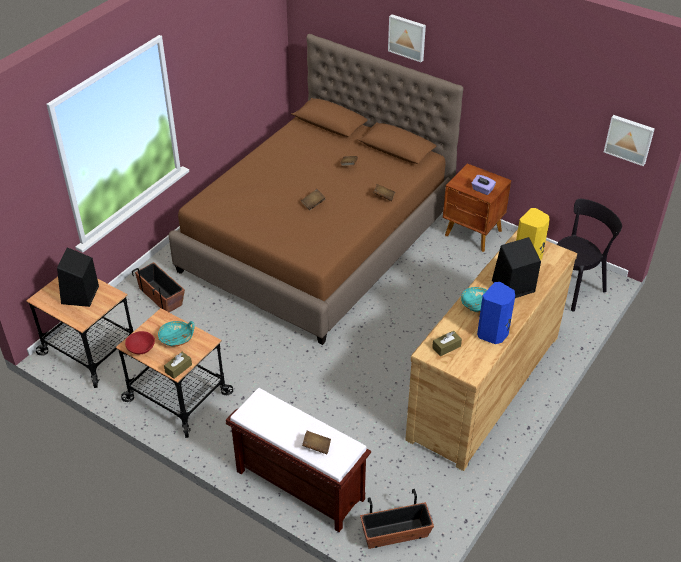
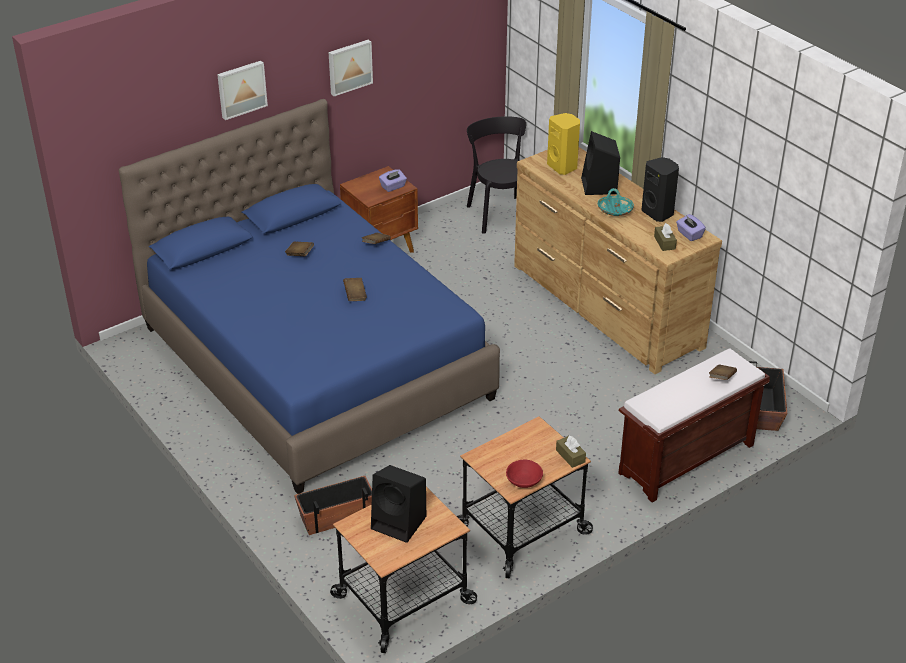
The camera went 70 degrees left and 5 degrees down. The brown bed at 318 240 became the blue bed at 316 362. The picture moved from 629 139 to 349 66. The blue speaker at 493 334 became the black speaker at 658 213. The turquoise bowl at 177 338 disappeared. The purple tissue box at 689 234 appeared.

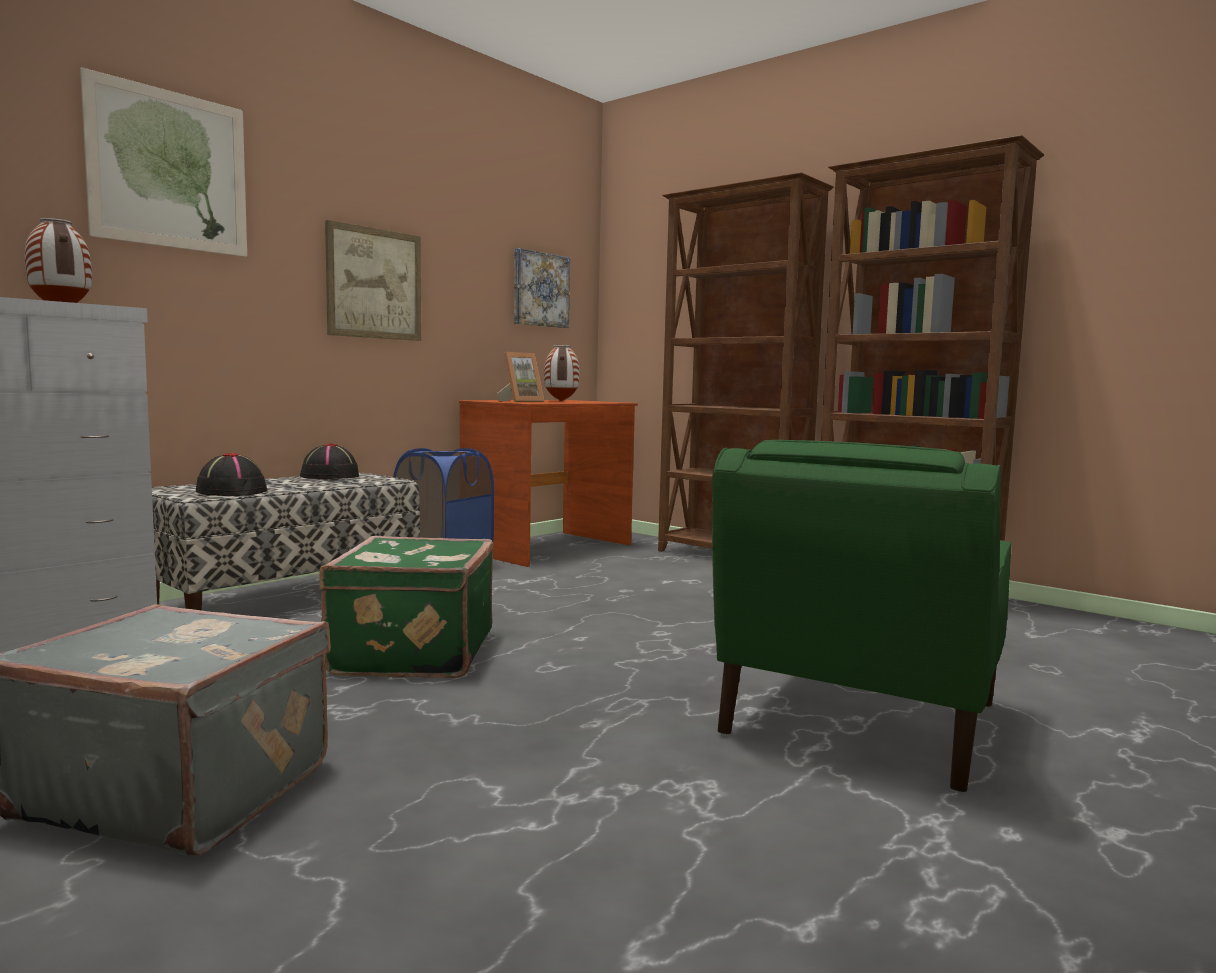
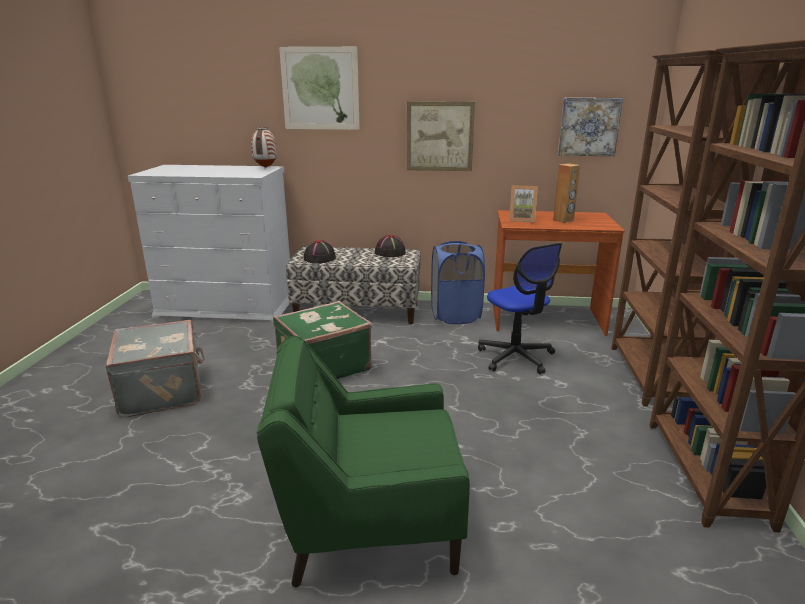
The camera went 55 degrees right and 15 degrees up. The vase at 560 401 was replaced by the brown speaker at 563 220. The office chair at 516 357 appeared.

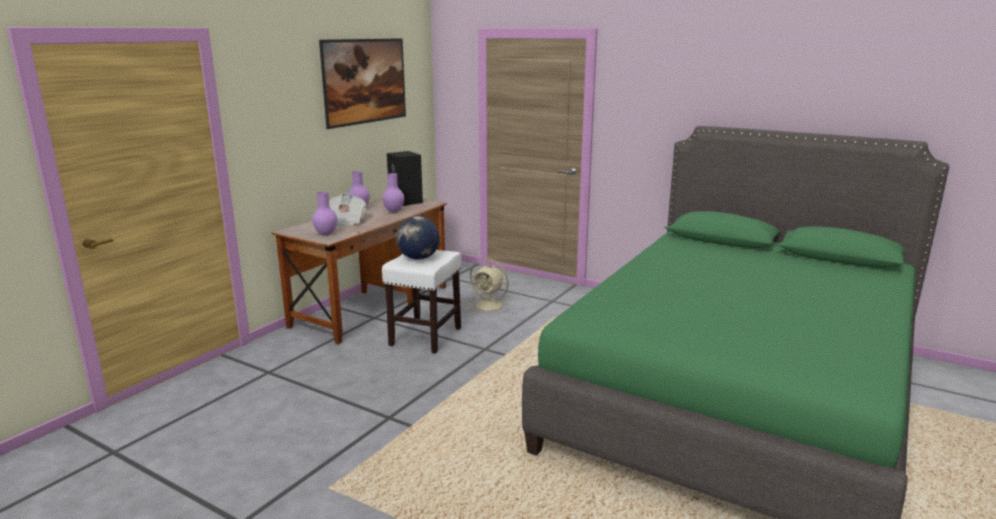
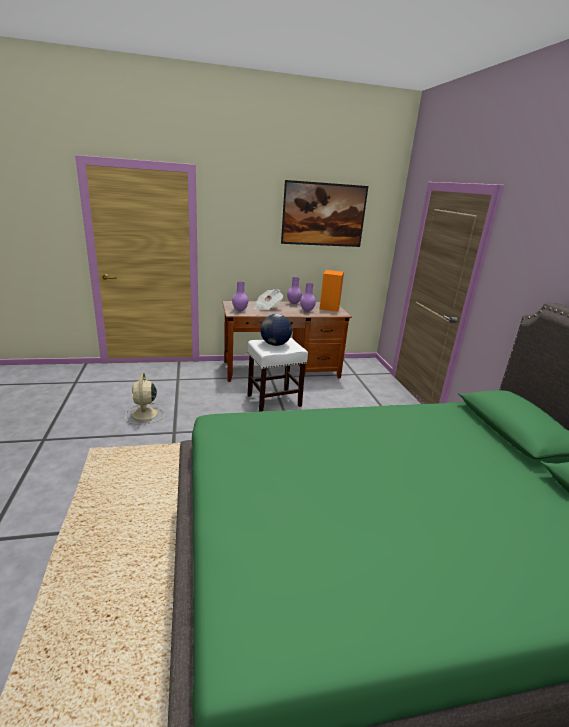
The camera went 45 degrees right and 5 degrees up. The black speaker at 406 201 became the orange speaker at 330 308. The beige fan moved from 490 305 to 144 414.

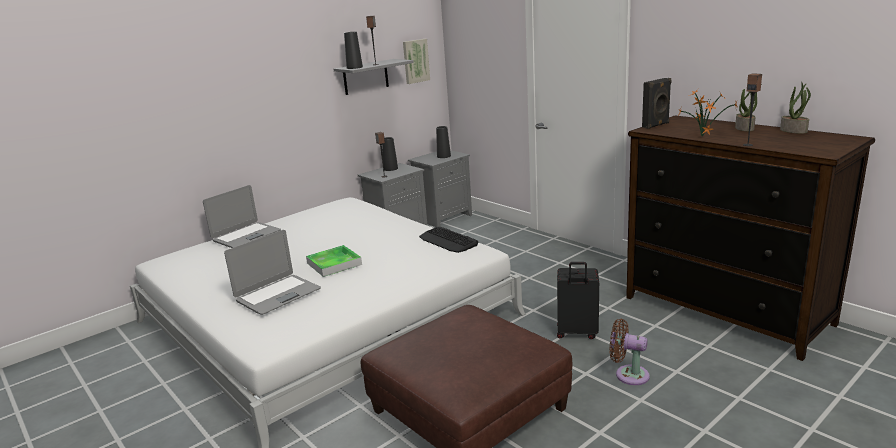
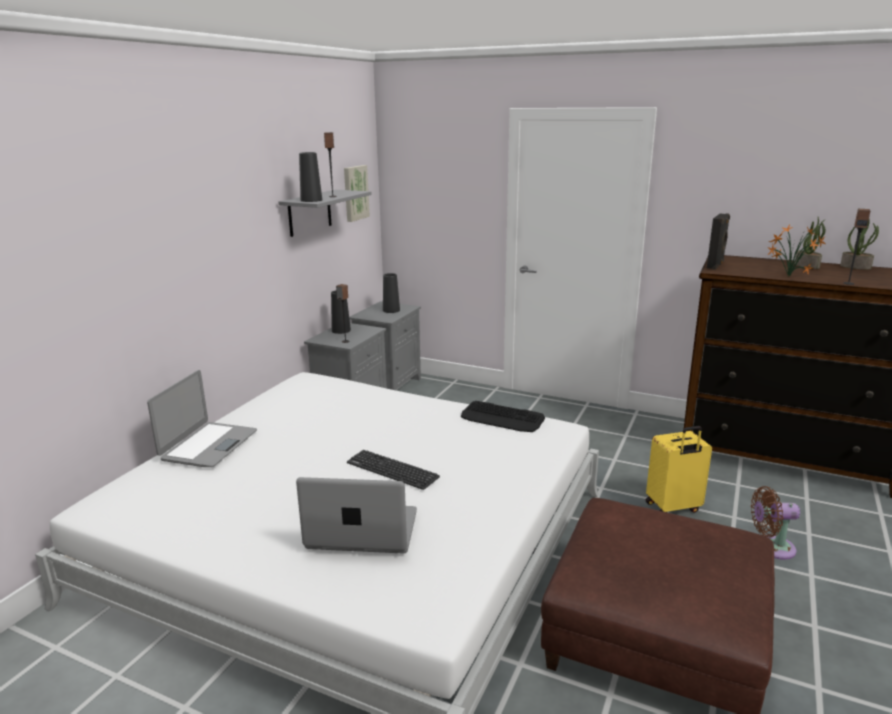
The camera went 25 degrees left and 0 degrees up. The laptop at 277 295 turned 105 degrees counterclockwise. The tray at 334 264 was replaced by the keyboard at 392 470. The black suitcase at 577 333 became the yellow suitcase at 673 508.

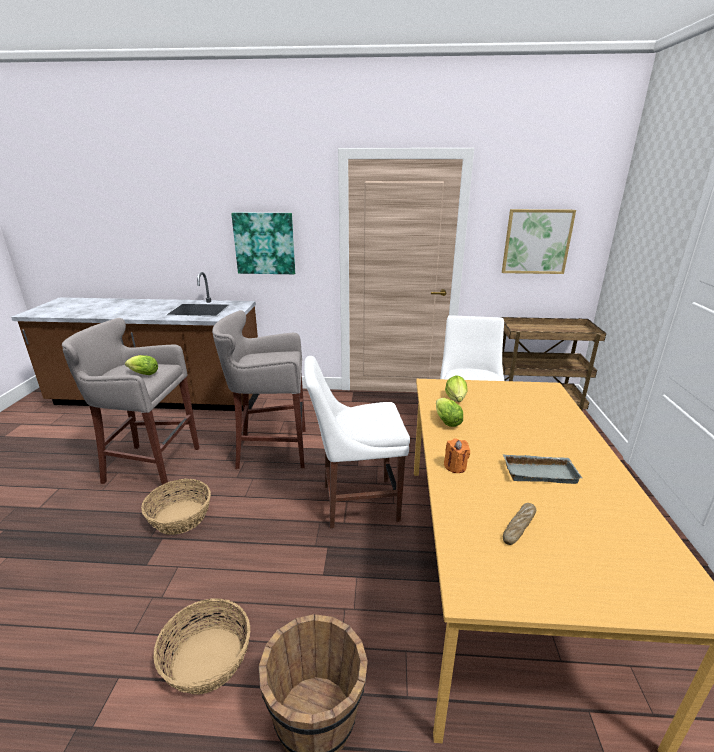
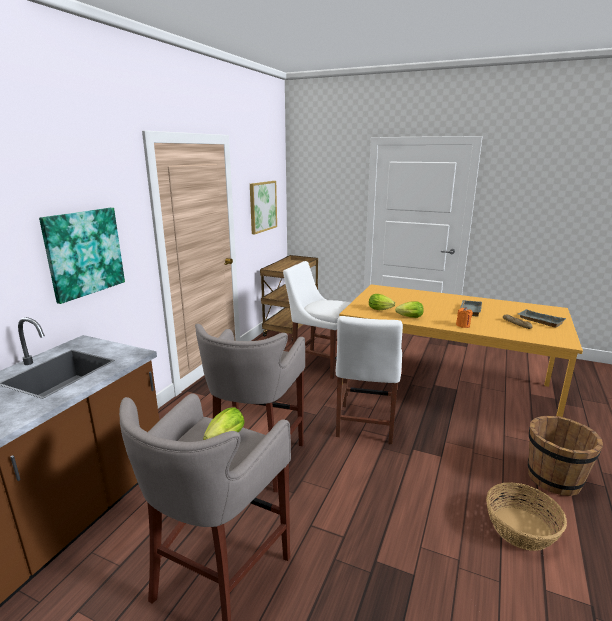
The camera went 70 degrees left and 5 degrees down. The basket at 180 517 disappeared. The grey tray at 539 321 appeared.

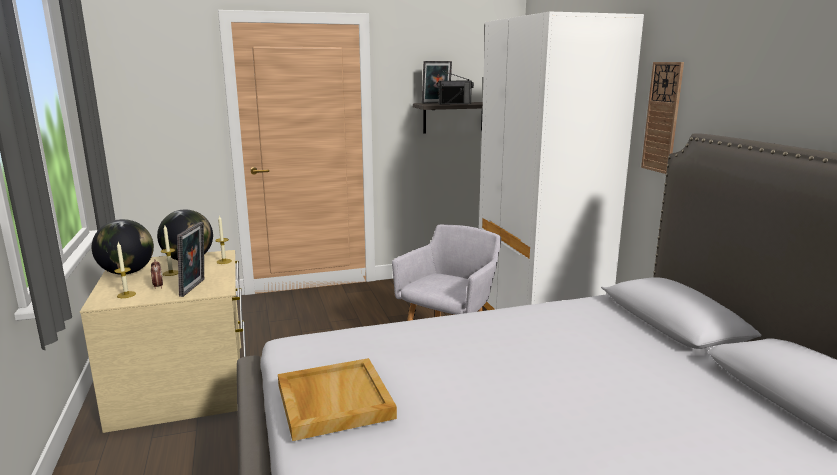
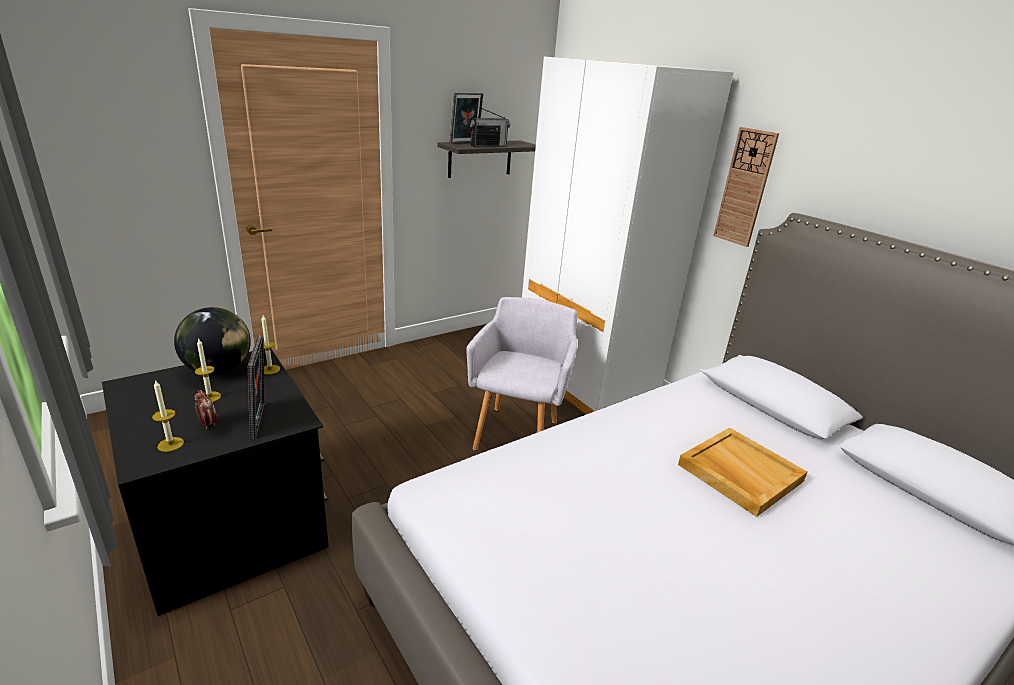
The camera went 20 degrees left and 10 degrees up. The globe at 127 272 disappeared. The beige dresser at 184 384 became the black dresser at 233 522. The beige tray moved from 333 401 to 739 472.

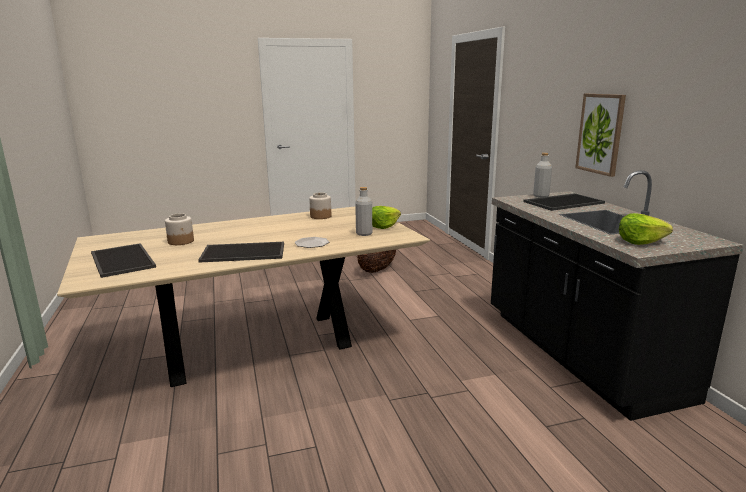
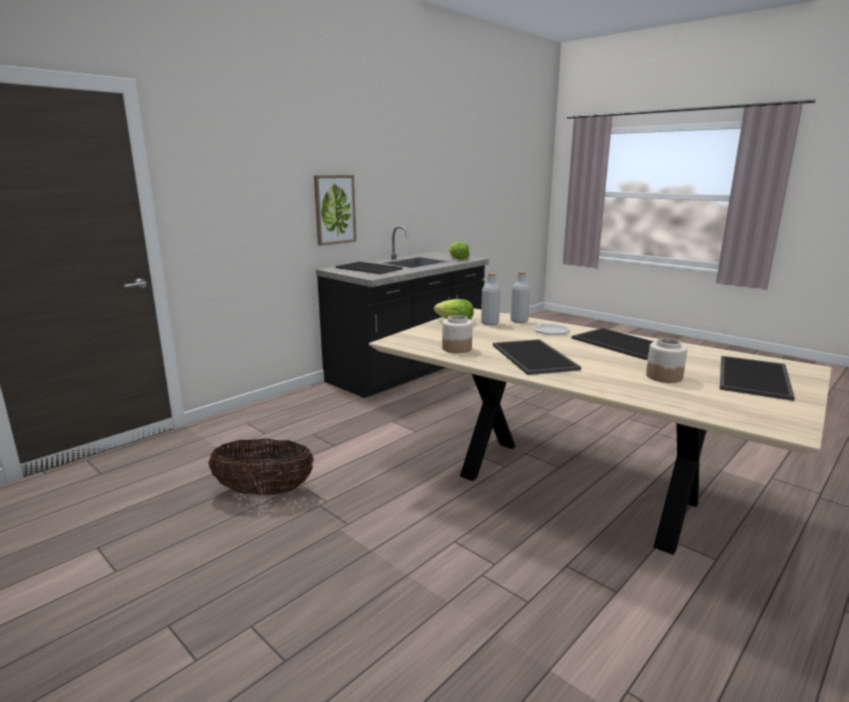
The camera went 120 degrees left and 0 degrees up. The grey bottle moved from 541 196 to 519 321. The tray at 535 357 appeared.

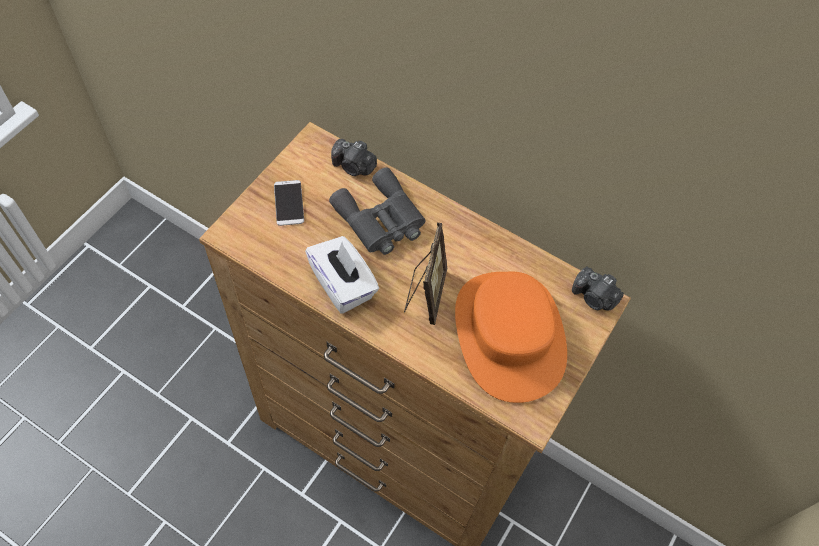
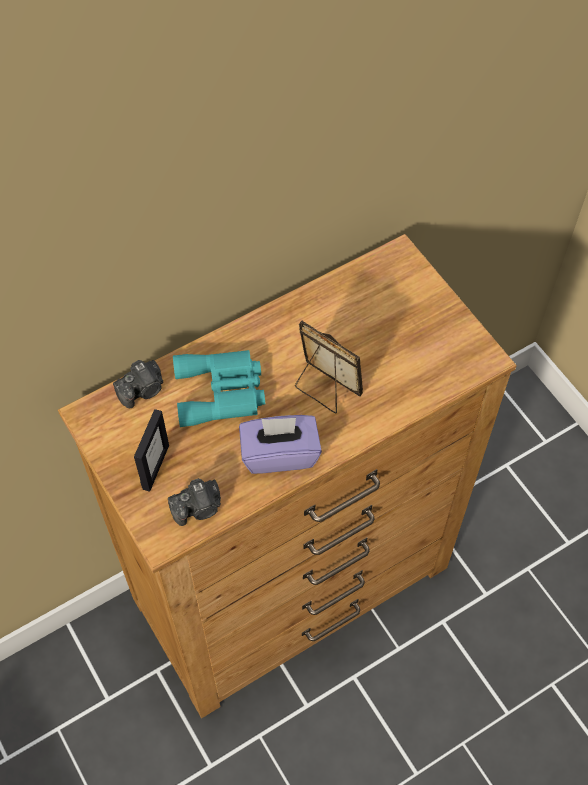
The camera went 60 degrees left and 0 degrees up. The grey binoculars at 381 220 became the turquoise binoculars at 222 392. The phone at 289 203 was replaced by the picture frame at 155 467. The white tissue box at 343 285 became the purple tissue box at 279 454. The photo camera moved from 594 297 to 198 508. The orange hat at 508 335 disappeared.

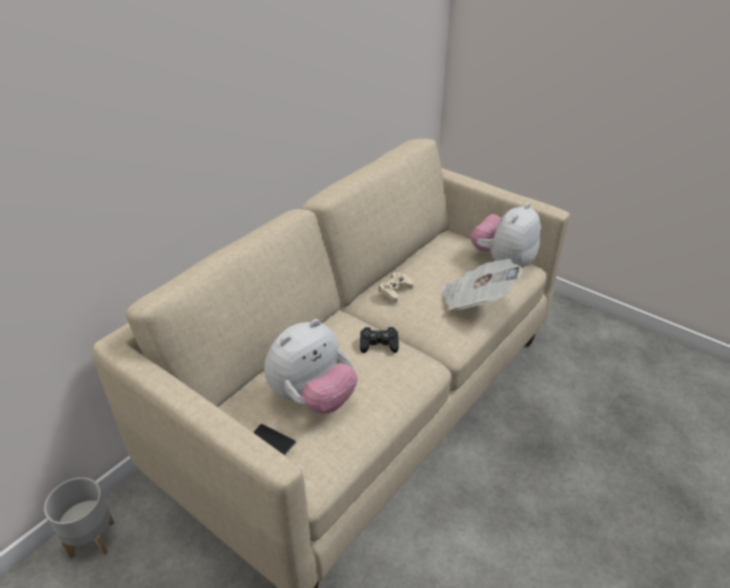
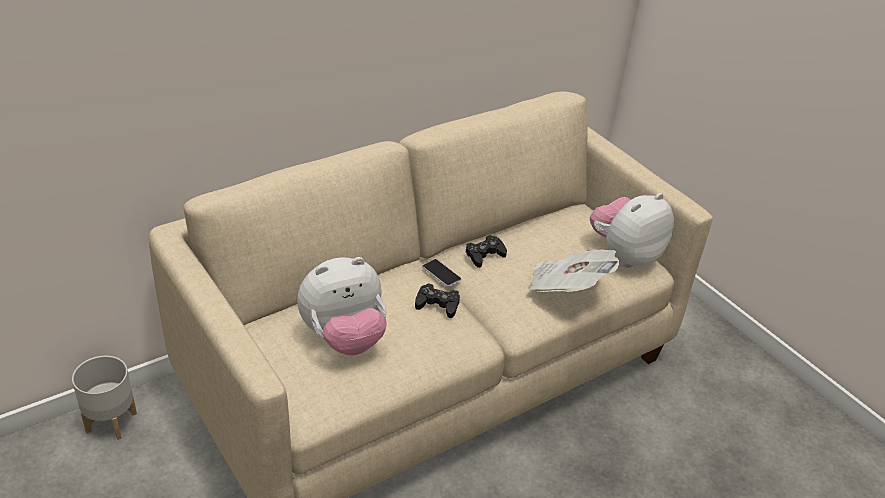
The camera went 15 degrees right and 0 degrees up. The beige game controller at 395 290 became the black game controller at 484 255. The phone moved from 272 440 to 441 273.

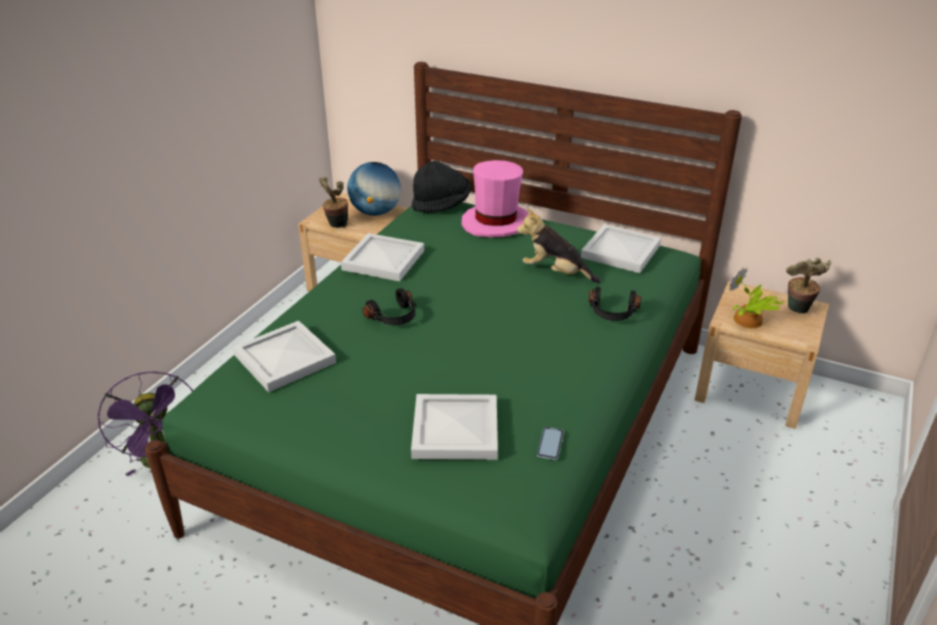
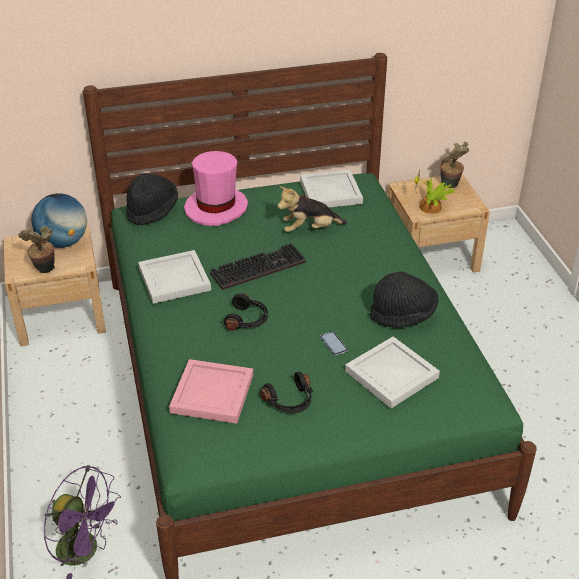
The camera went 40 degrees left and 5 degrees up. The black headphones moved from 612 313 to 290 401. The white tray at 286 359 became the pink tray at 213 393. The phone moved from 550 444 to 333 344. The keyboard at 259 267 appeared. The black hat at 403 315 appeared.

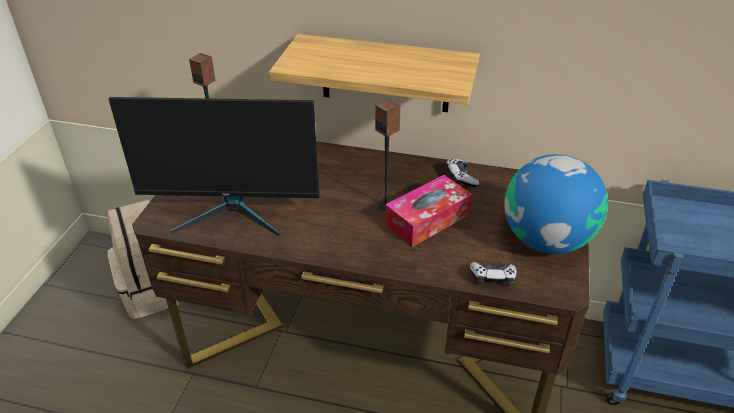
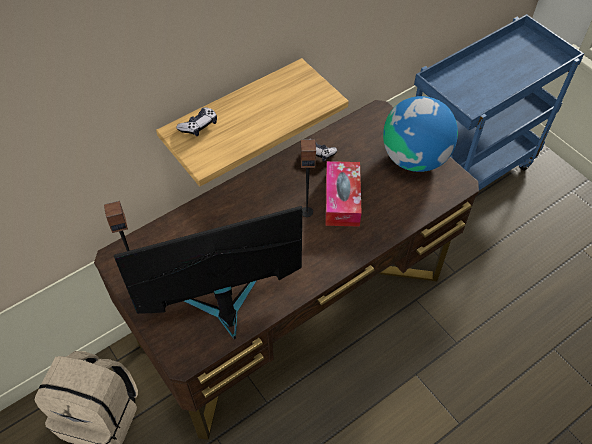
The camera went 50 degrees left and 15 degrees up. The monitor at 232 212 turned 150 degrees counterclockwise. The game controller moved from 492 278 to 199 126.

